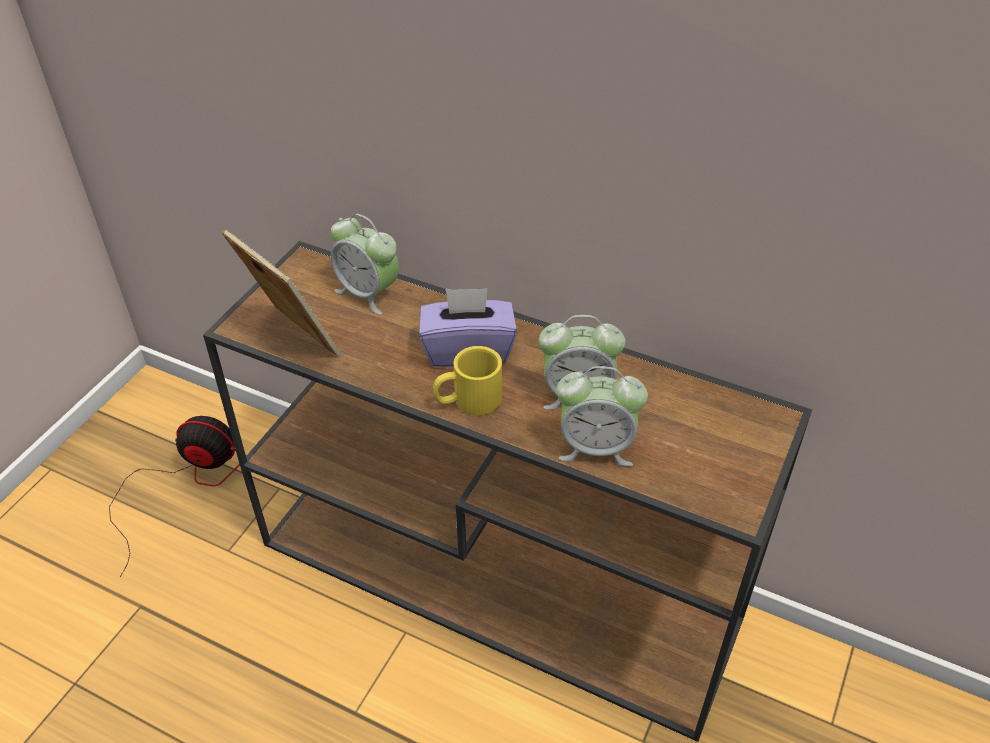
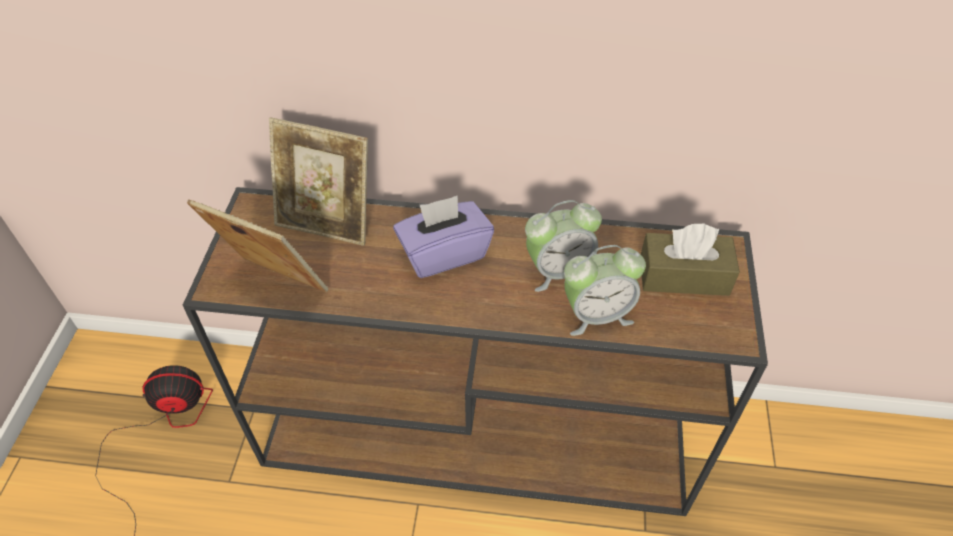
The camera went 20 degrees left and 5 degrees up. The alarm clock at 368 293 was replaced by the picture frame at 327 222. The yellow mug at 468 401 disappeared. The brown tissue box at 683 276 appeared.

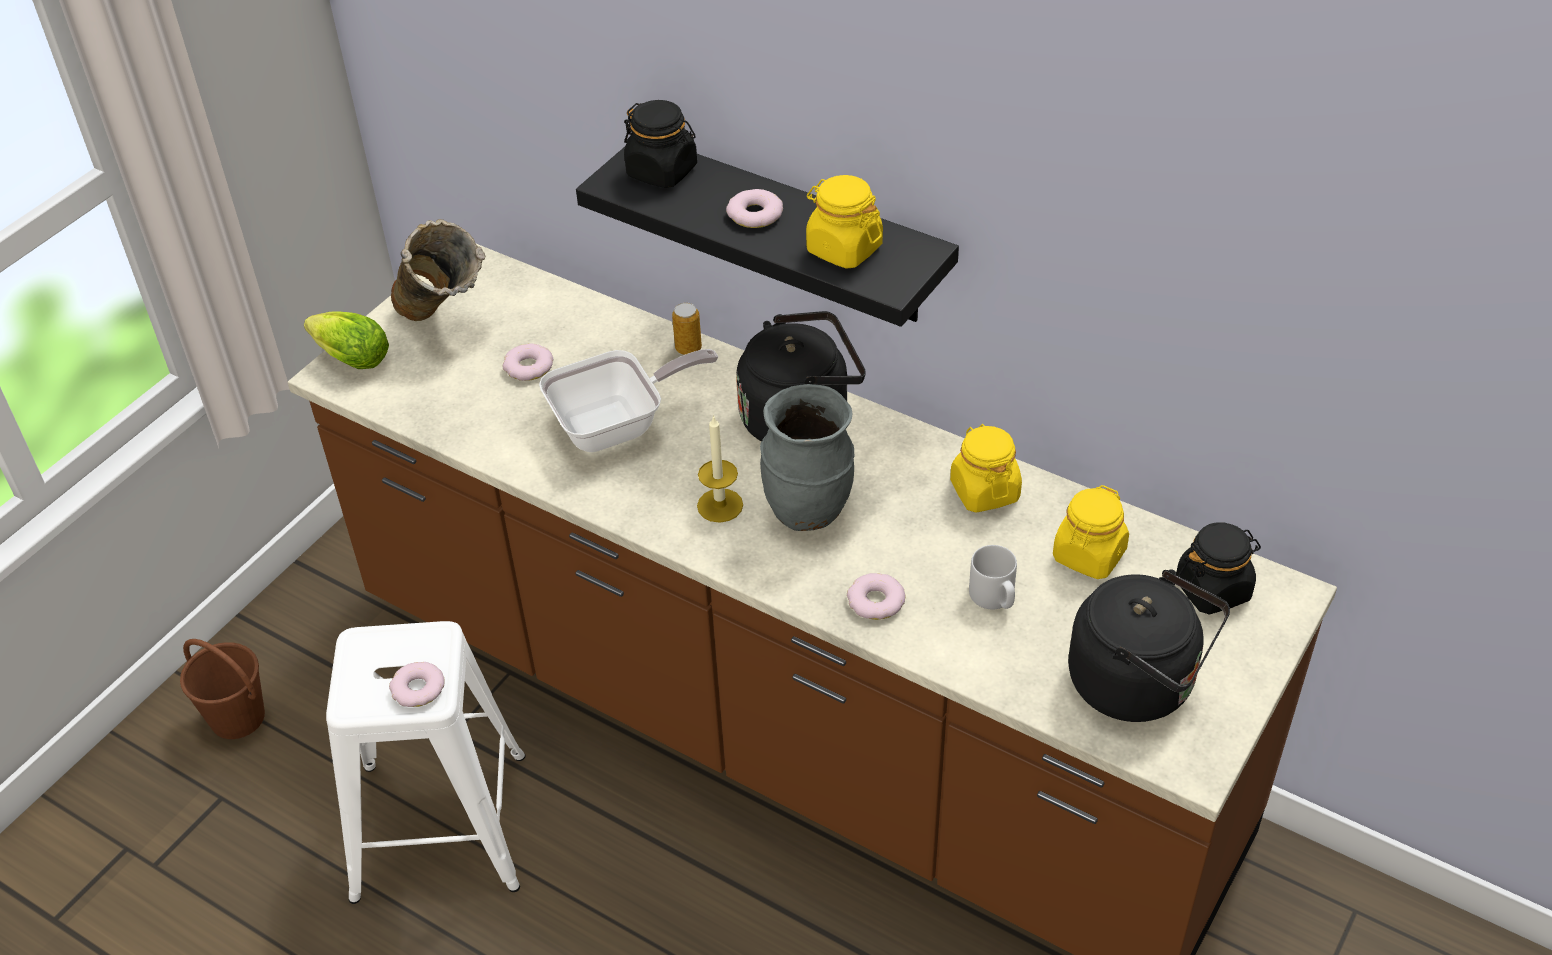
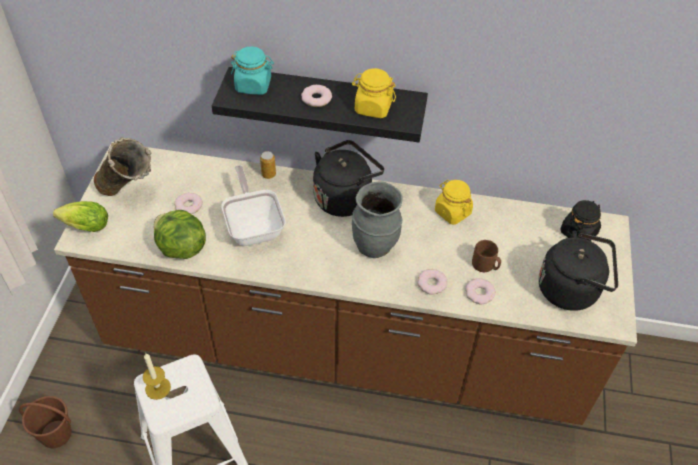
The camera went 25 degrees left and 5 degrees up. The black jar at 662 171 became the turquoise jar at 253 85. The frying pan at 618 426 turned 60 degrees counterclockwise. The candle moved from 720 505 to 158 388. The yellow jar at 1089 555 disappeared. The grey mug at 994 598 became the brown mug at 485 265. The donut moved from 418 689 to 479 293. The lettuce at 181 248 appeared.

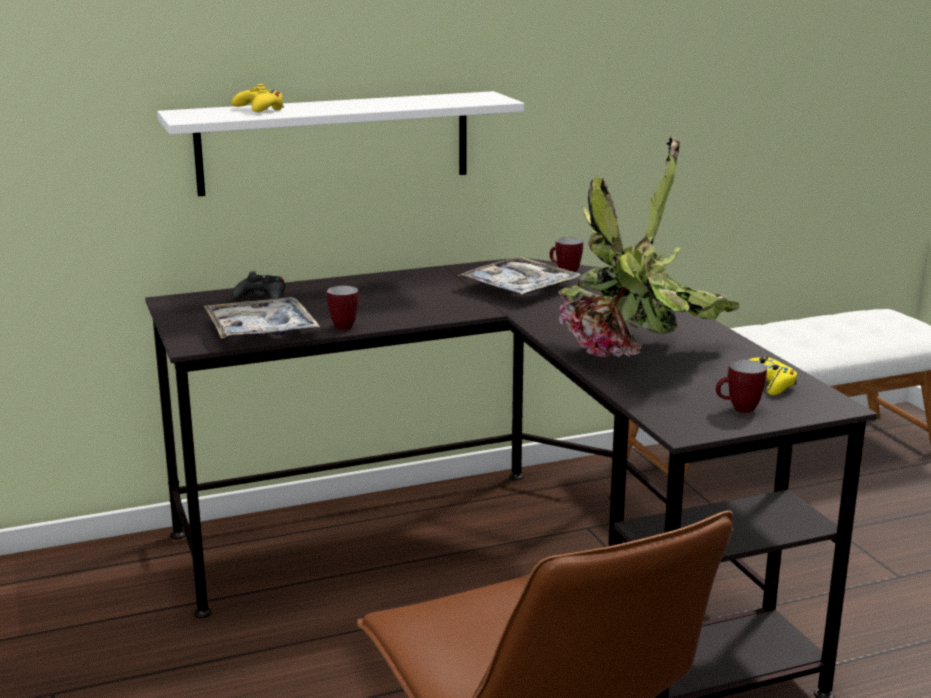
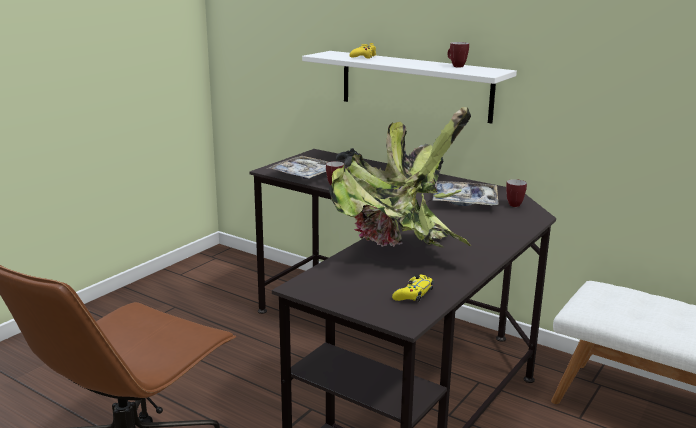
The camera went 55 degrees right and 0 degrees up. The mug moved from 738 409 to 456 66.

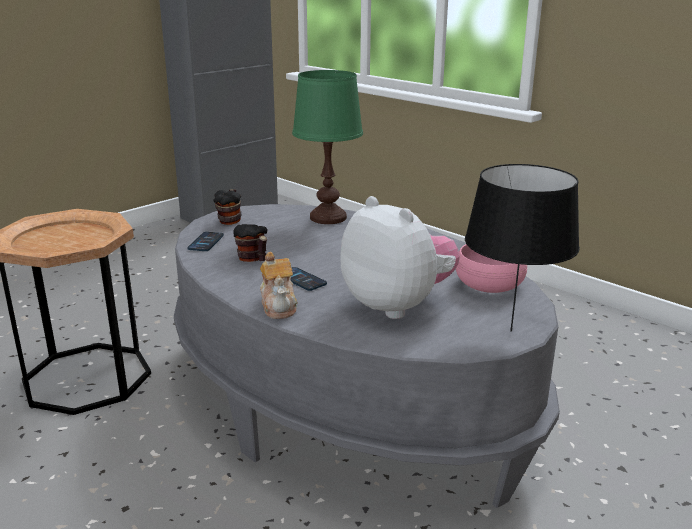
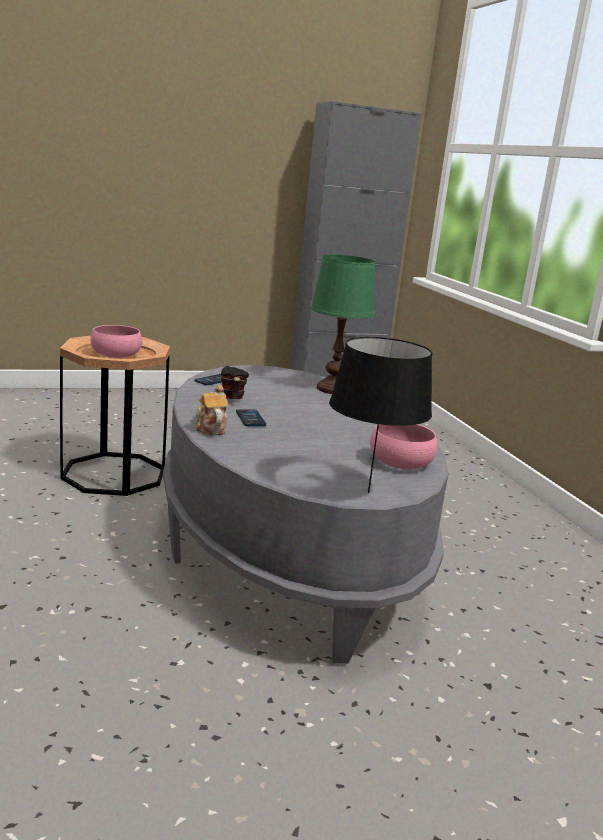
The camera went 25 degrees right and 5 degrees down. The mug at 230 220 disappeared. The plush toy at 397 305 disappeared. The teapot at 279 306 turned 150 degrees clockwise. The pink bowl at 116 354 appeared.

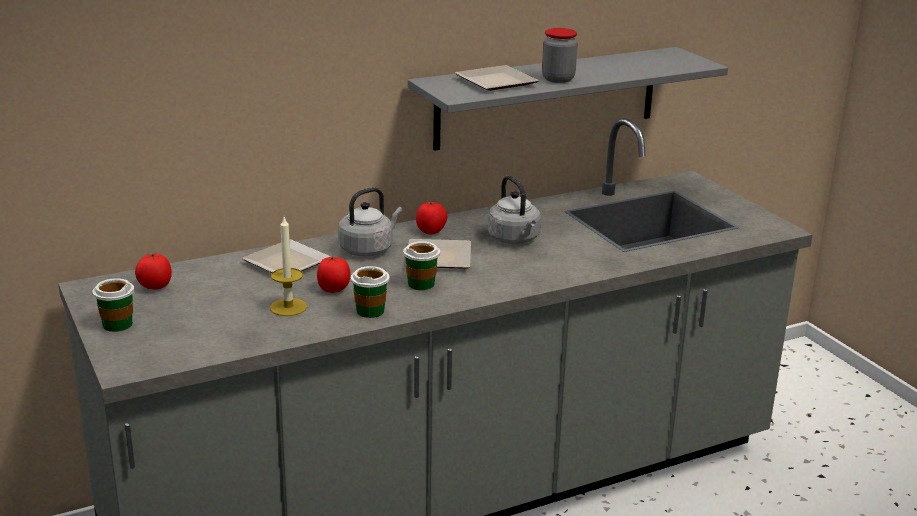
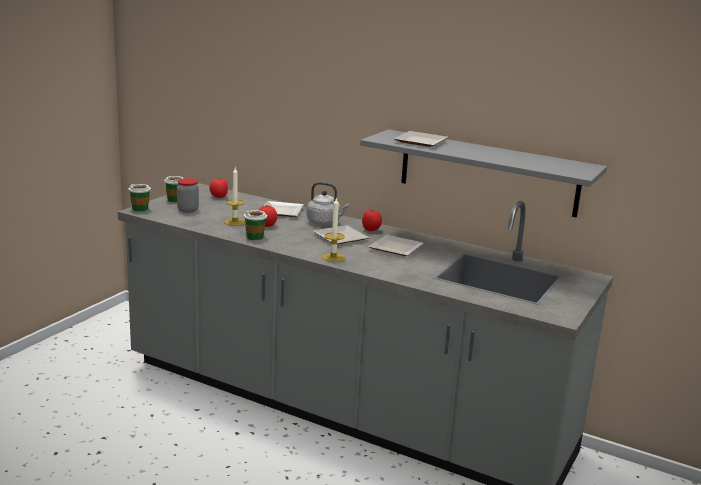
The camera went 55 degrees right and 5 degrees down. The jar moved from 558 79 to 188 210. The grey kettle at 515 239 was replaced by the plate at 397 249. The cup moved from 421 284 to 140 209. The candle at 333 257 appeared.

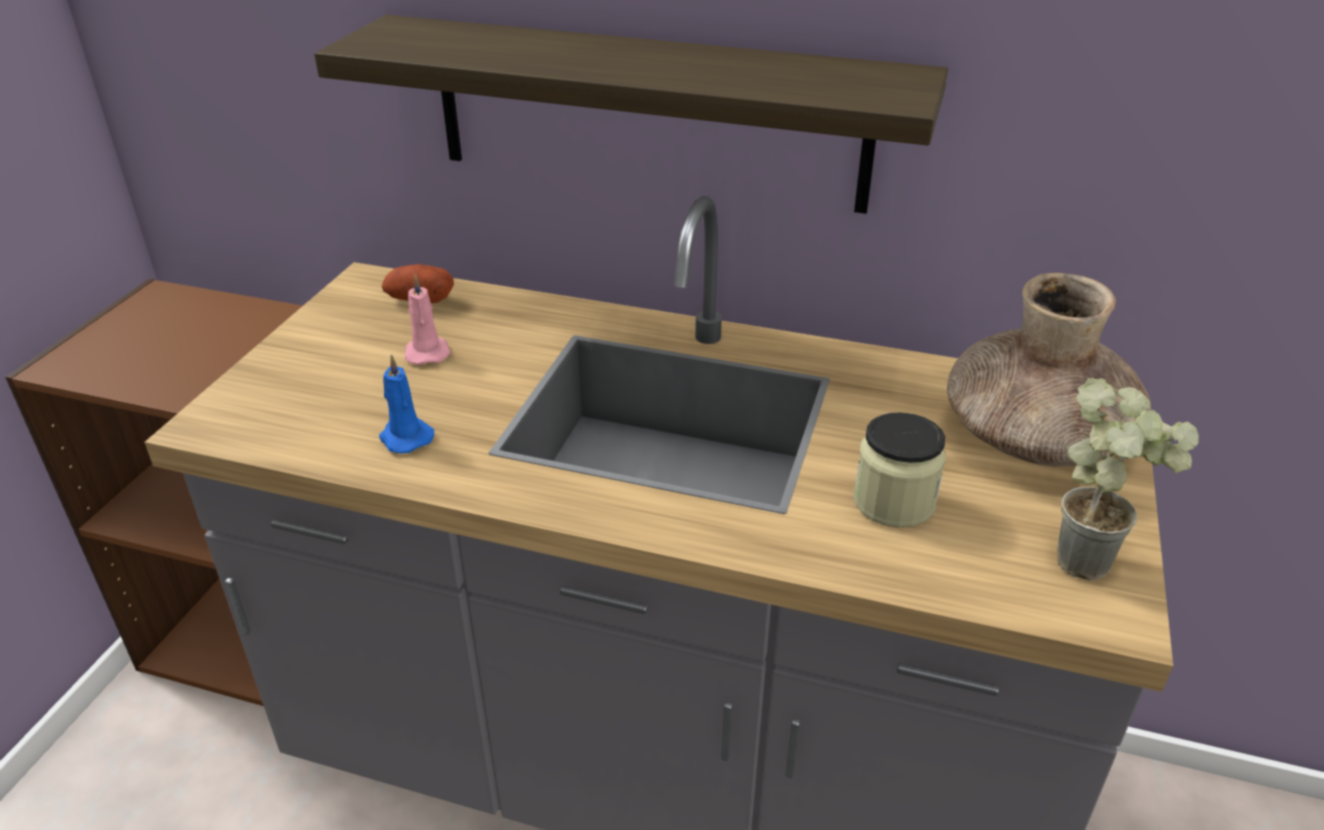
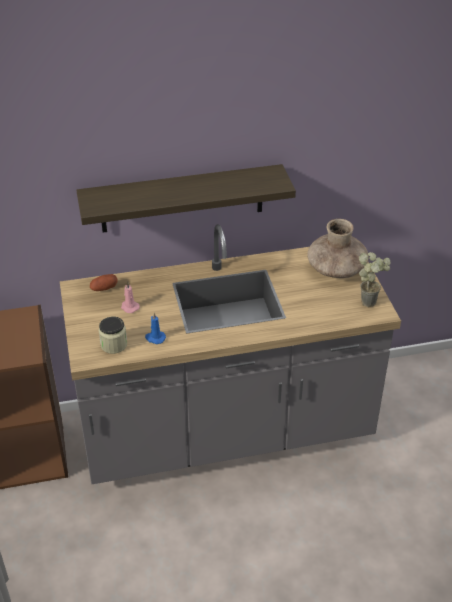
The camera went 30 degrees left and 5 degrees up. The jar moved from 893 502 to 114 345.

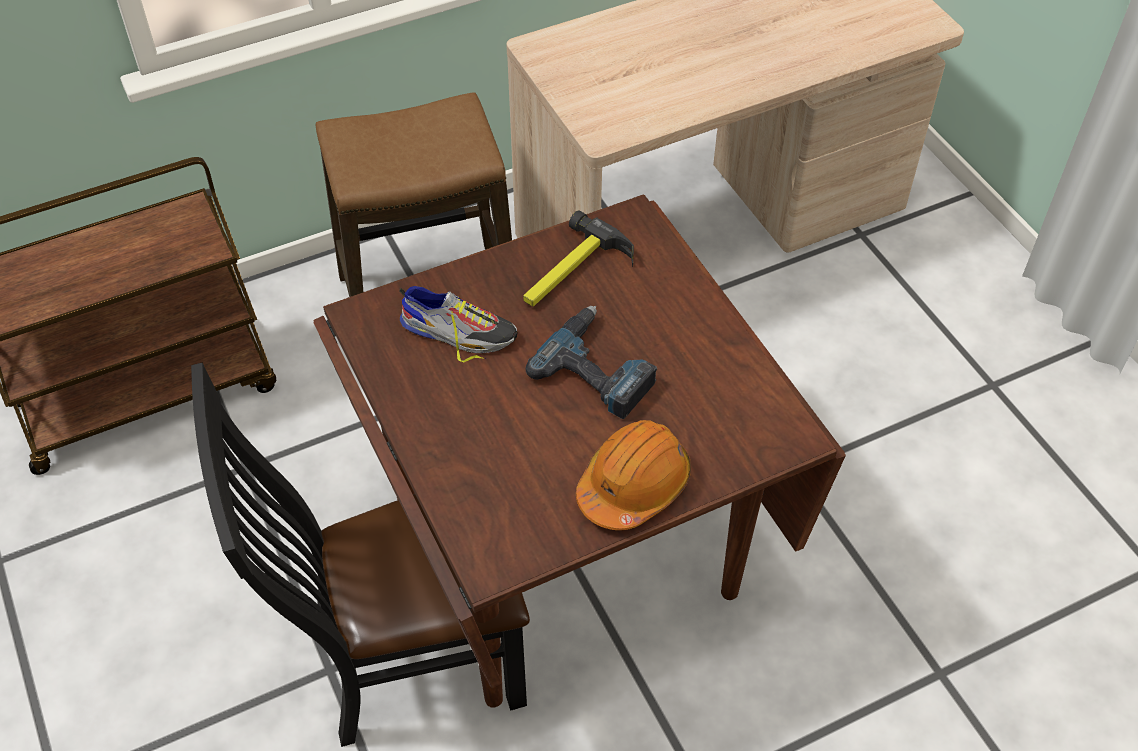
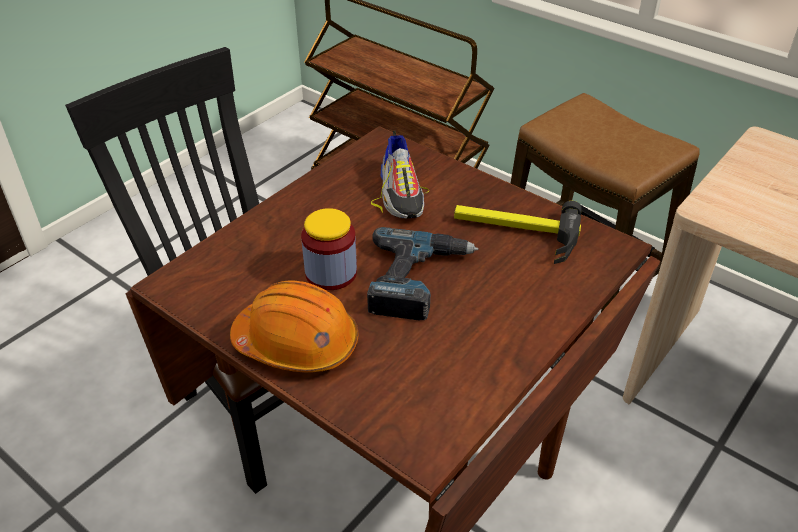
The camera went 65 degrees right and 10 degrees down. The jar at 331 273 appeared.

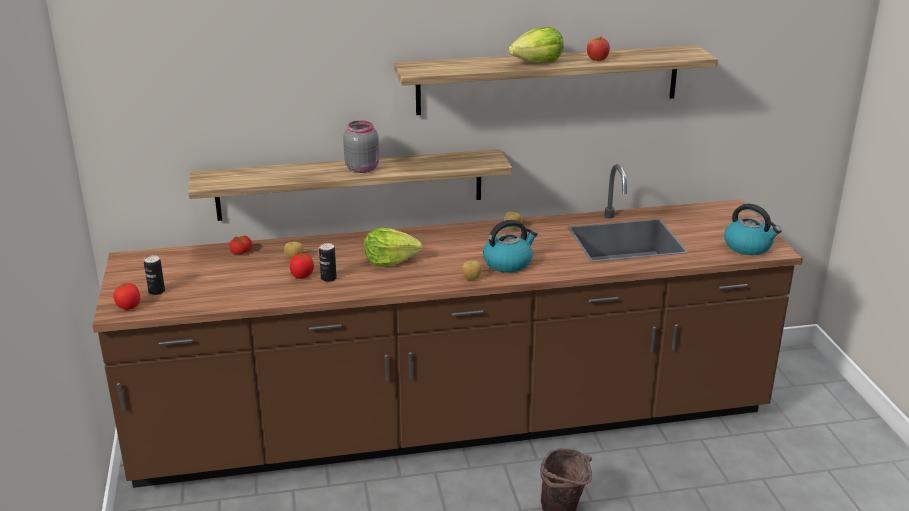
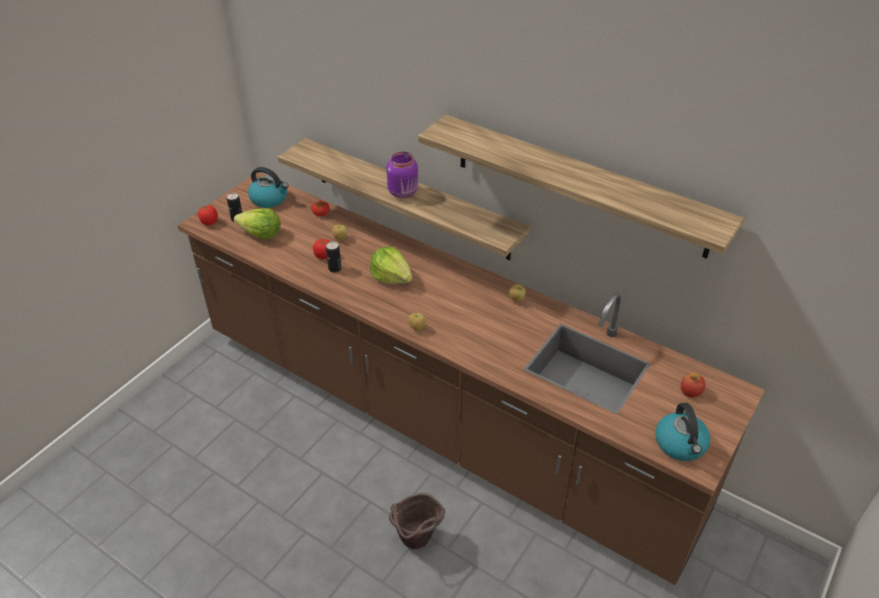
The camera went 45 degrees right and 15 degrees up. The lettuce moved from 537 62 to 261 234. The apple moved from 597 59 to 690 392. The grey jar at 363 168 became the purple jar at 404 192. The kettle moved from 508 263 to 270 199.

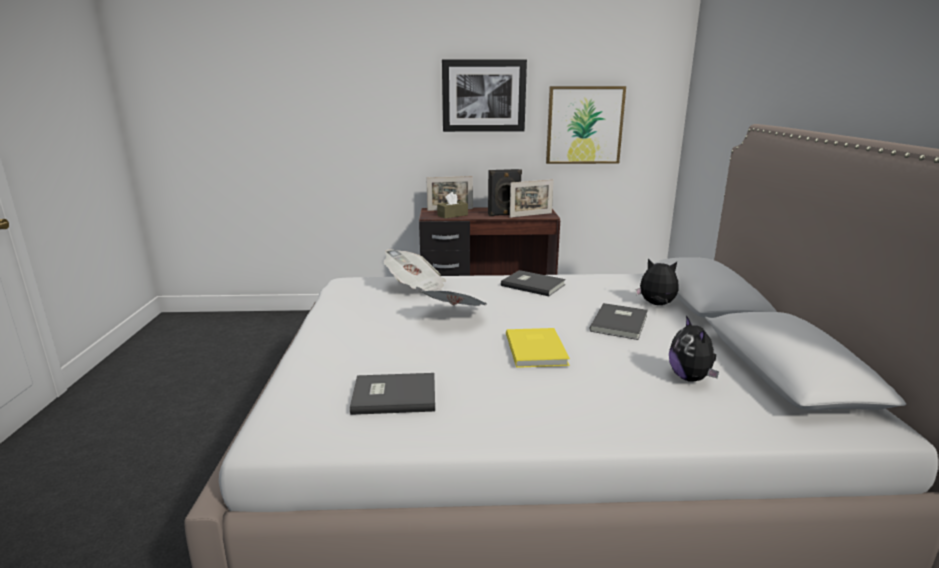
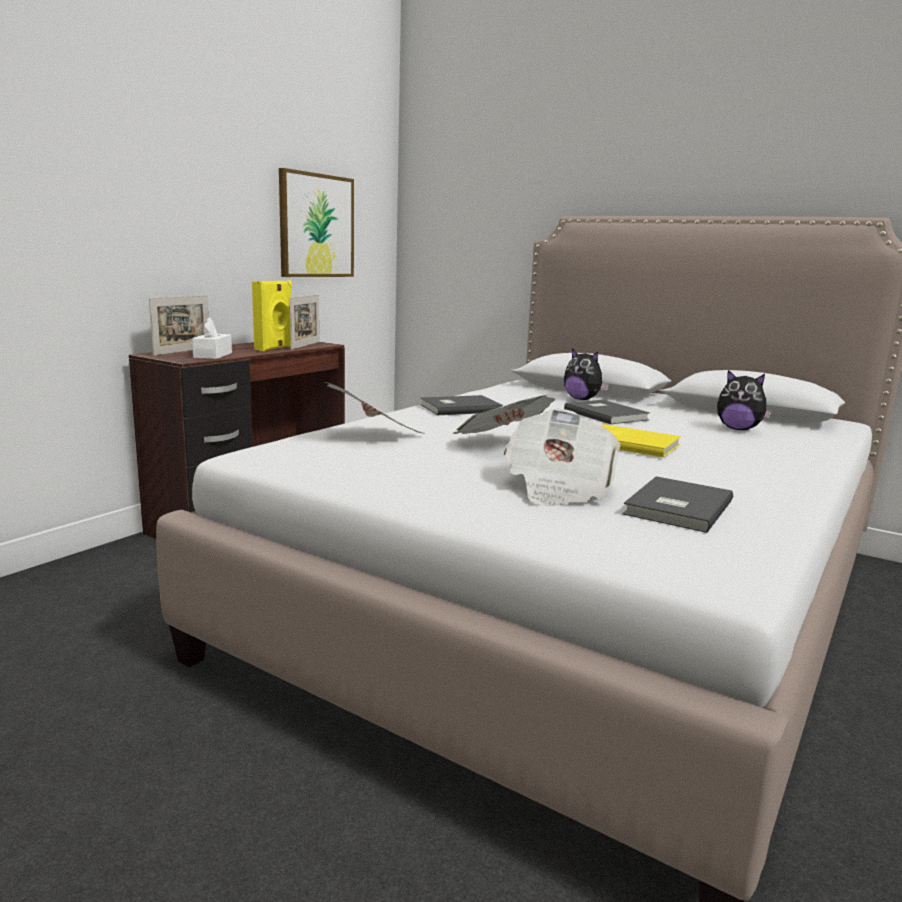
The camera went 55 degrees left and 5 degrees down. The picture at 483 96 disappeared. The black speaker at 504 215 became the yellow speaker at 275 348. The brown tissue box at 452 215 became the white tissue box at 213 355. The plush toy at 656 305 turned 105 degrees counterclockwise. The newspaper at 558 488 appeared.

